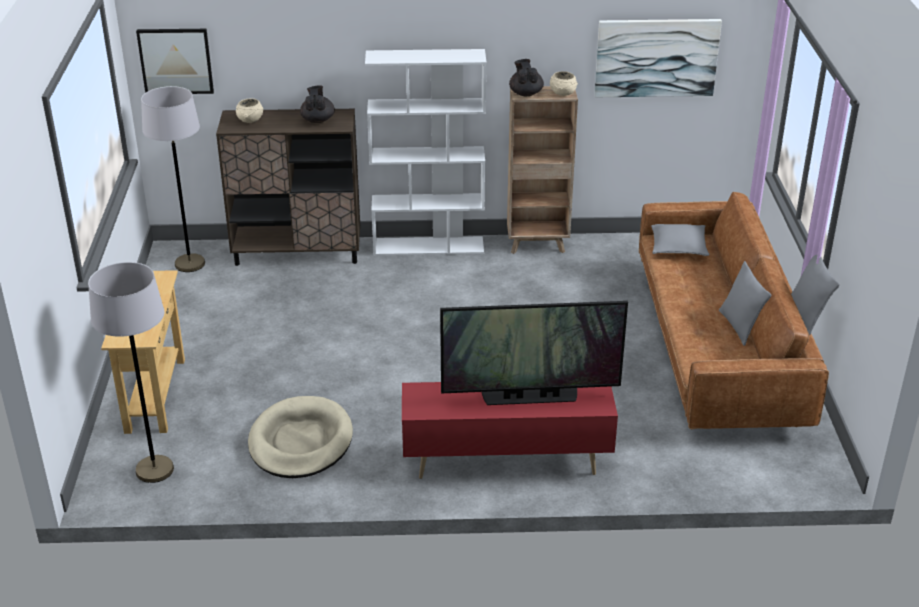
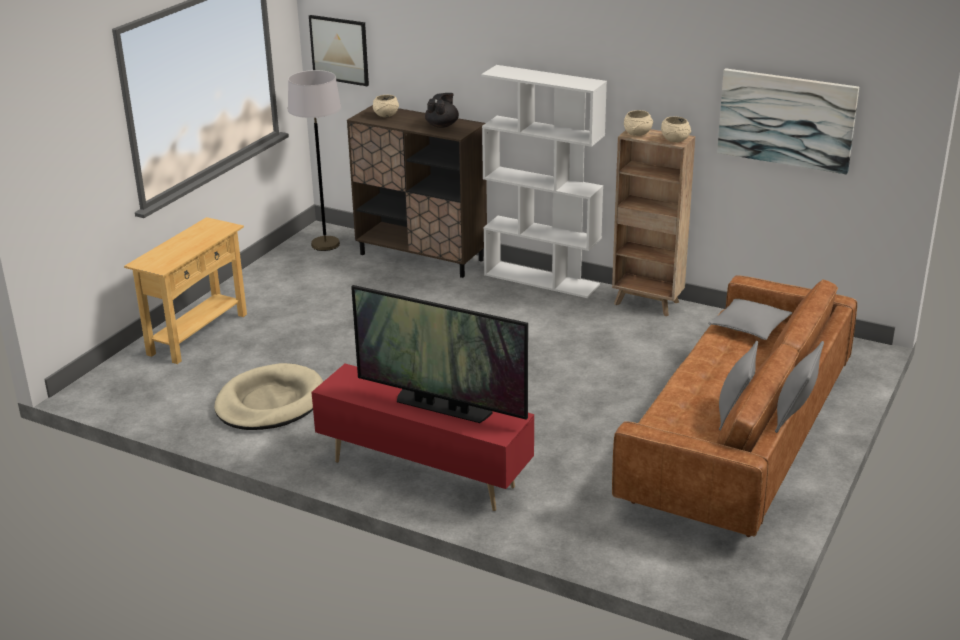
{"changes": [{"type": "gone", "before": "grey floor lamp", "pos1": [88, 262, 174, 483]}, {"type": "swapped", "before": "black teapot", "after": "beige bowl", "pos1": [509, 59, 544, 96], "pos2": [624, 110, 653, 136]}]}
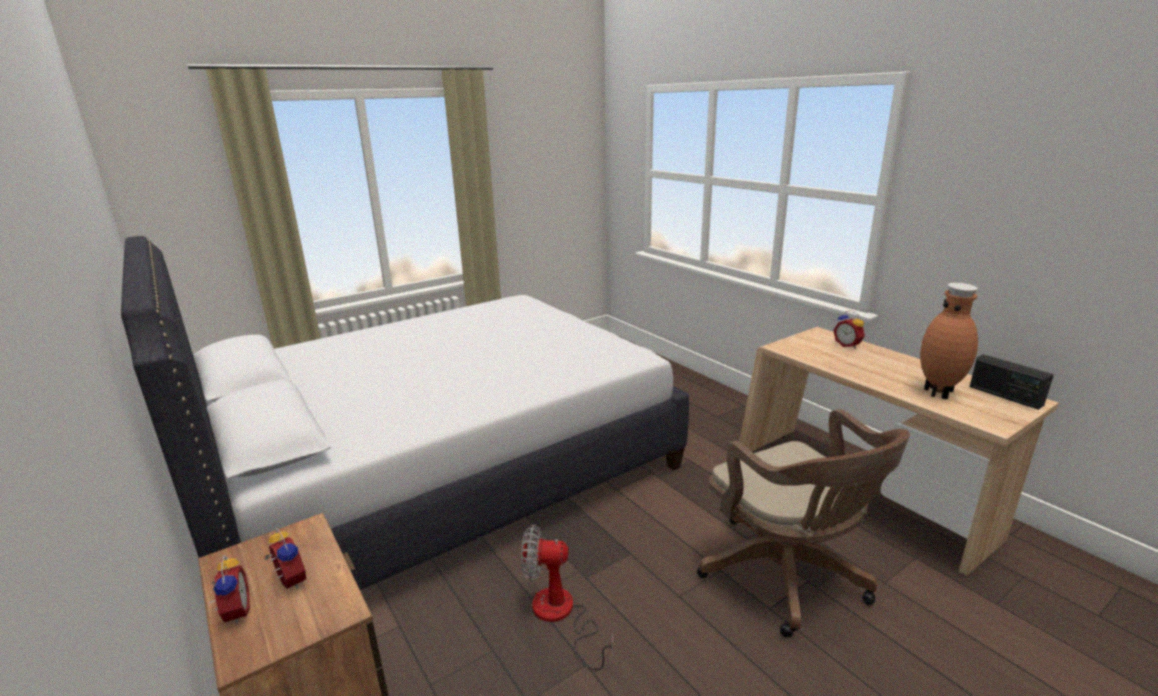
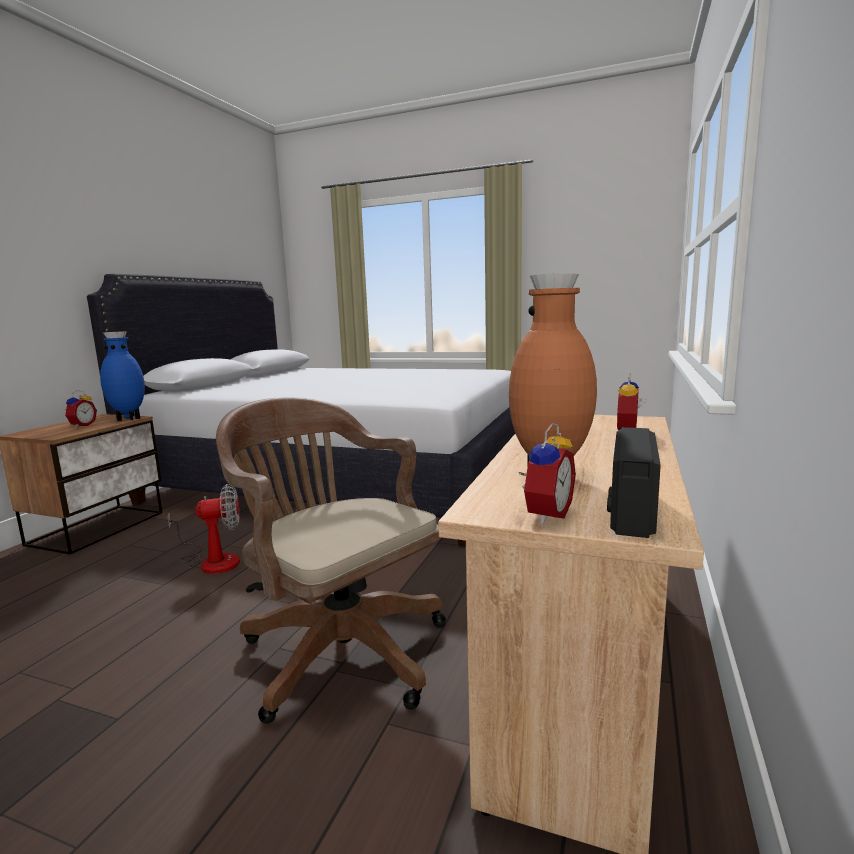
{"changes": [{"type": "shifted", "before": "alarm clock", "pos1": [210, 555, 250, 624], "pos2": [519, 423, 576, 525]}, {"type": "rotated", "before": "fan", "pos1": [521, 524, 613, 670], "pos2": [167, 484, 240, 574], "turn": 105}, {"type": "rotated", "before": "brown office chair", "pos1": [697, 409, 910, 638], "pos2": [216, 397, 446, 724], "turn": 105}, {"type": "new", "after": "blue vase", "pos2": [100, 331, 145, 421]}]}
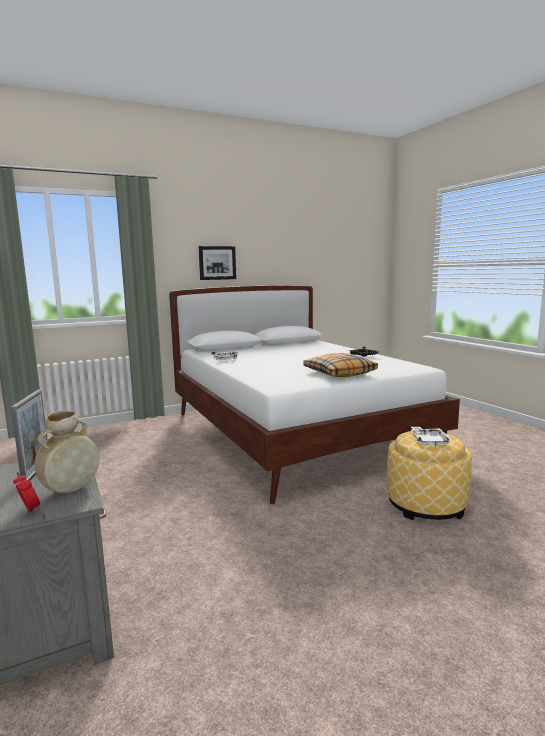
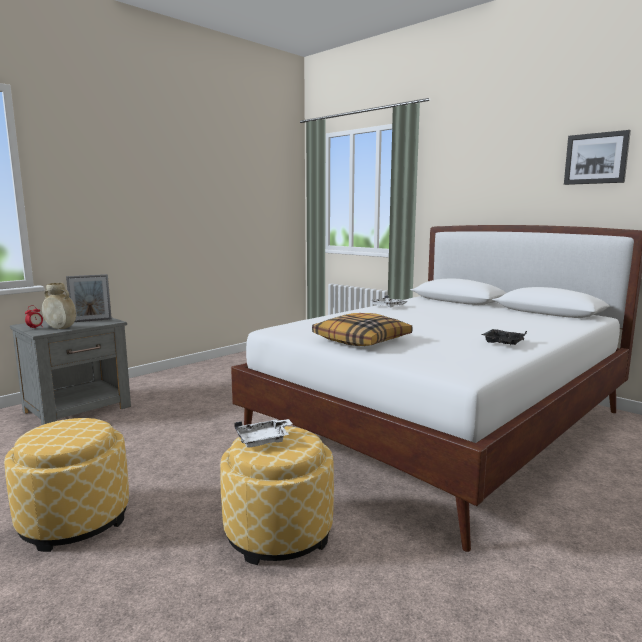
{"changes": [{"type": "shifted", "before": "picture", "pos1": [199, 246, 236, 280], "pos2": [564, 130, 631, 185]}, {"type": "new", "after": "ottoman", "pos2": [4, 418, 129, 552]}]}
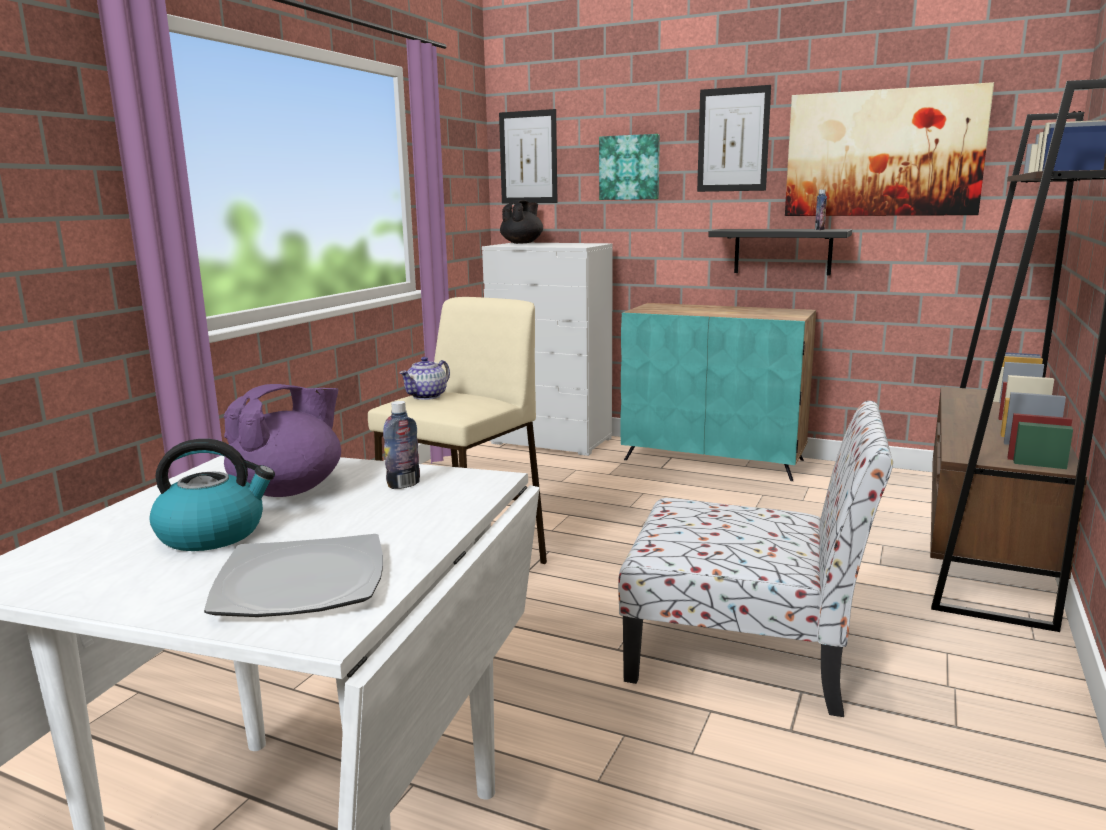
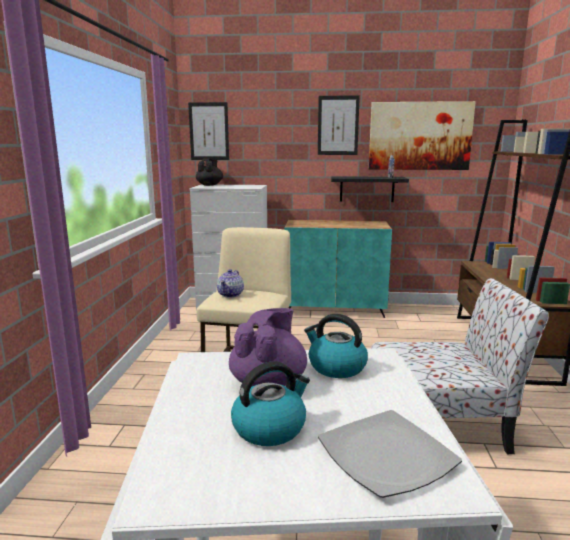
{"changes": [{"type": "swapped", "before": "bottle", "after": "kettle", "pos1": [383, 401, 420, 489], "pos2": [304, 314, 368, 378]}, {"type": "gone", "before": "picture", "pos1": [599, 134, 660, 200]}]}
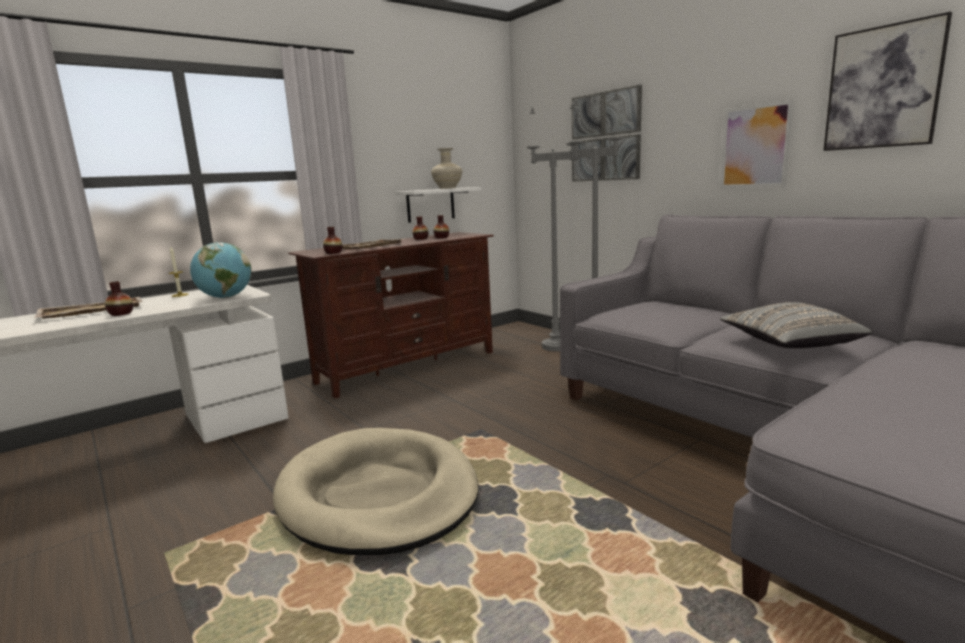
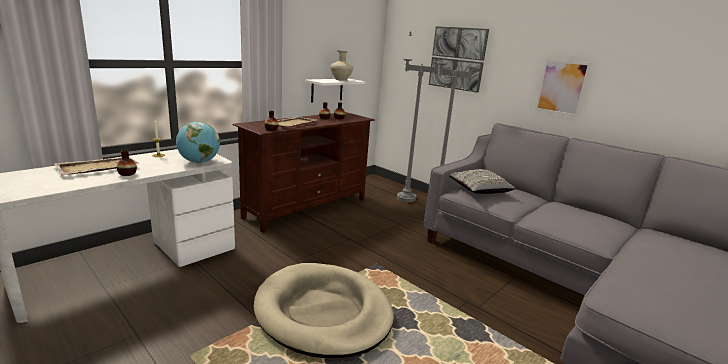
{"changes": [{"type": "shifted", "before": "grey pillow", "pos1": [720, 302, 872, 348], "pos2": [449, 169, 515, 194]}, {"type": "gone", "before": "picture", "pos1": [823, 11, 952, 151]}]}
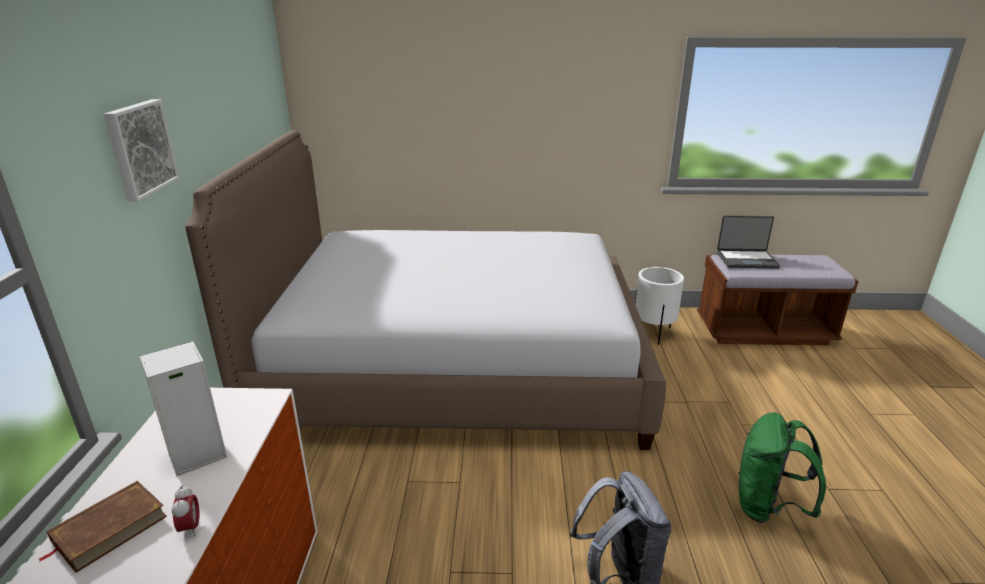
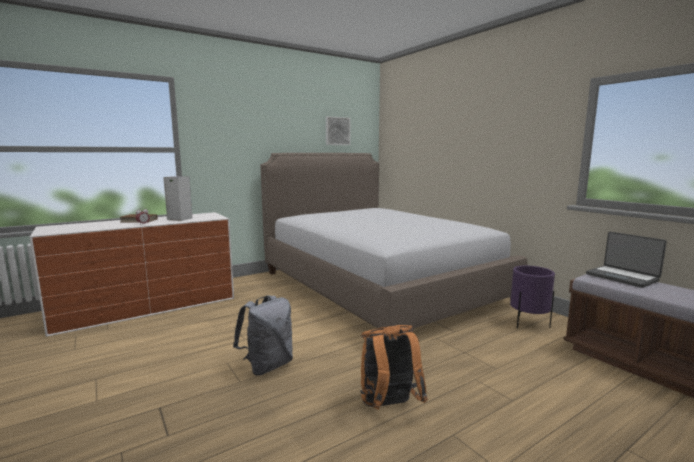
{"changes": [{"type": "shifted", "before": "picture", "pos1": [104, 99, 179, 202], "pos2": [326, 116, 350, 145]}, {"type": "repainted", "before": "white planter", "after": "purple planter", "pos1": [635, 267, 684, 345], "pos2": [510, 265, 555, 329]}, {"type": "repainted", "before": "green backpack", "after": "orange backpack", "pos1": [739, 412, 826, 523], "pos2": [360, 325, 428, 410]}]}
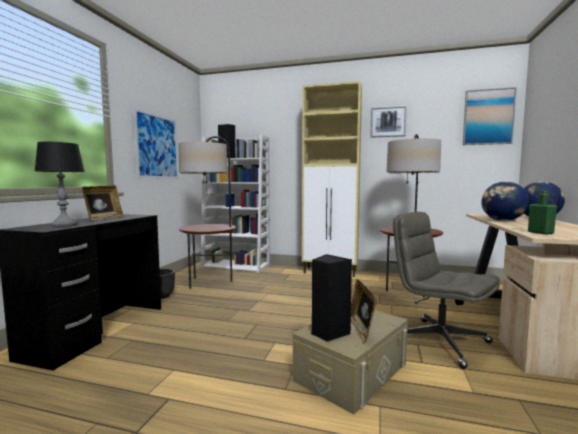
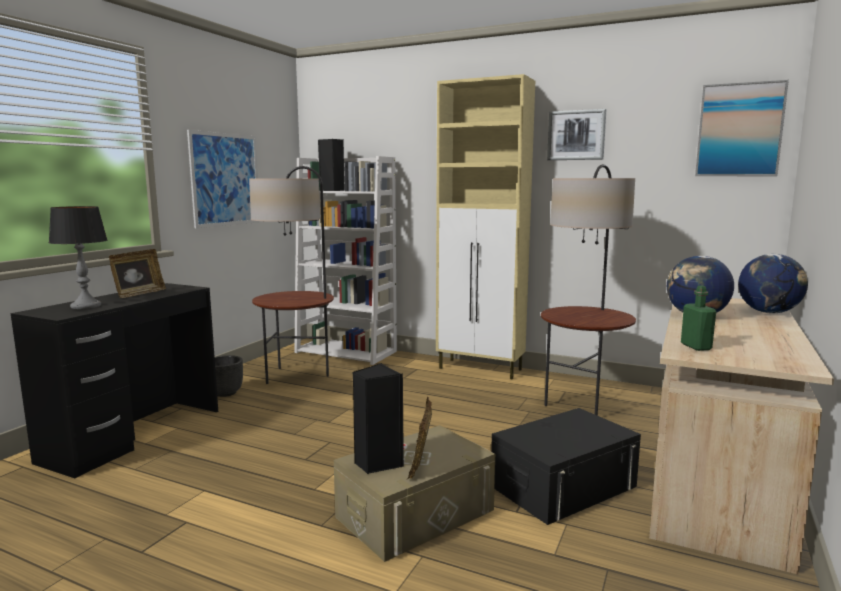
{"changes": [{"type": "swapped", "before": "grey office chair", "after": "black storage box", "pos1": [393, 212, 500, 369], "pos2": [491, 408, 641, 525]}]}
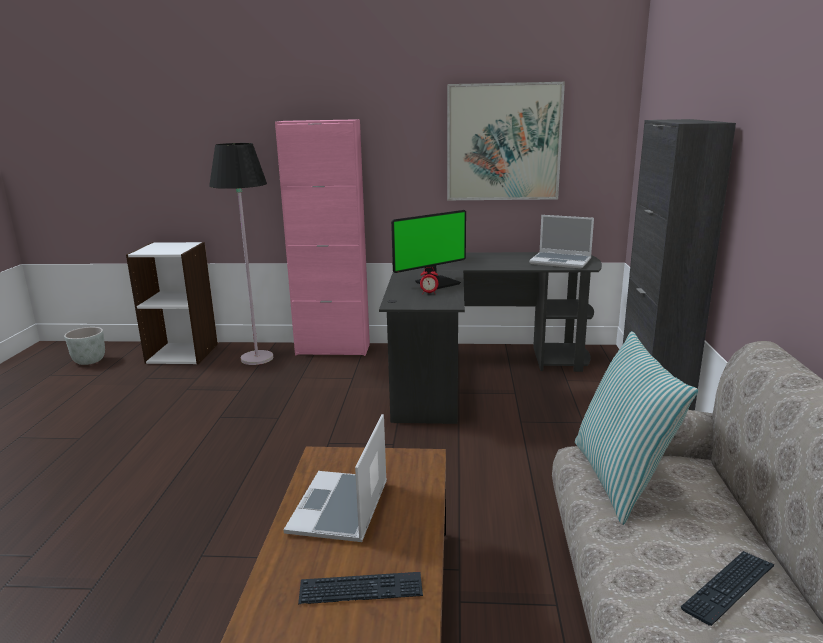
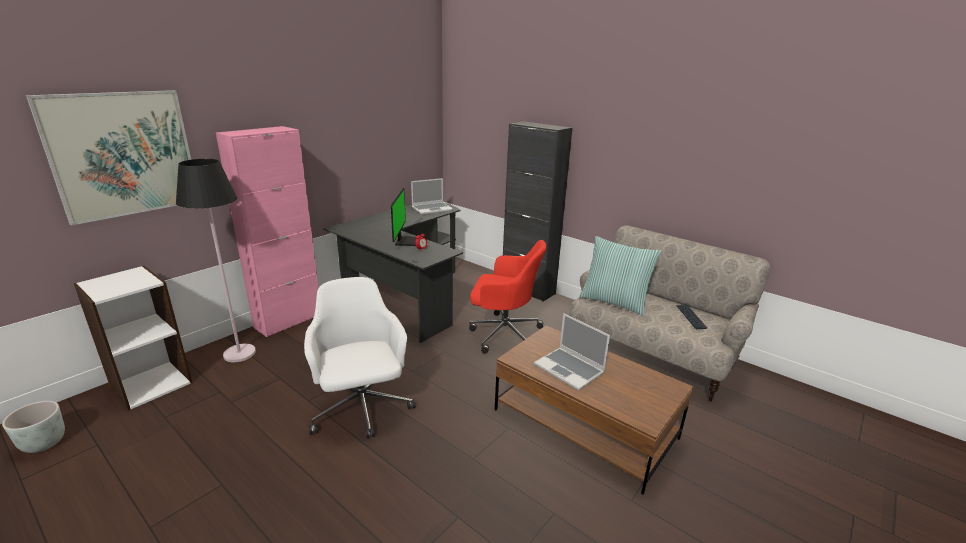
{"changes": [{"type": "gone", "before": "keyboard", "pos1": [298, 572, 423, 604]}, {"type": "shifted", "before": "picture", "pos1": [447, 82, 565, 200], "pos2": [26, 90, 191, 225]}, {"type": "new", "after": "white office chair", "pos2": [304, 277, 416, 438]}, {"type": "new", "after": "red office chair", "pos2": [469, 240, 546, 354]}]}
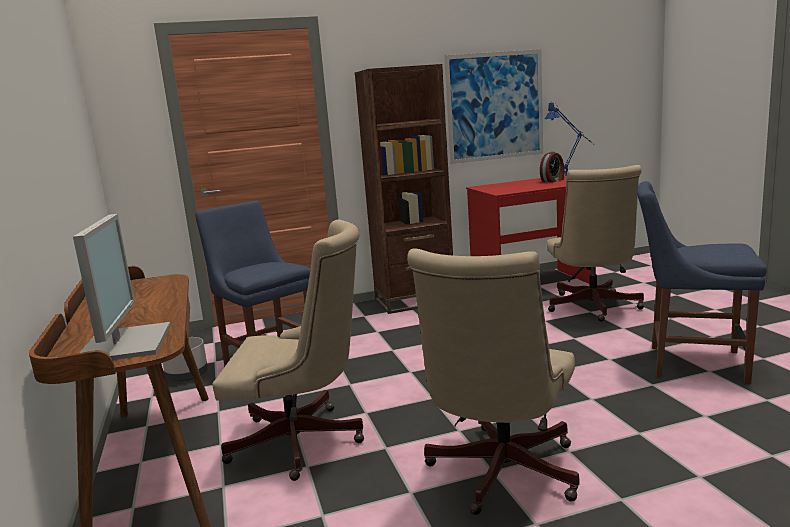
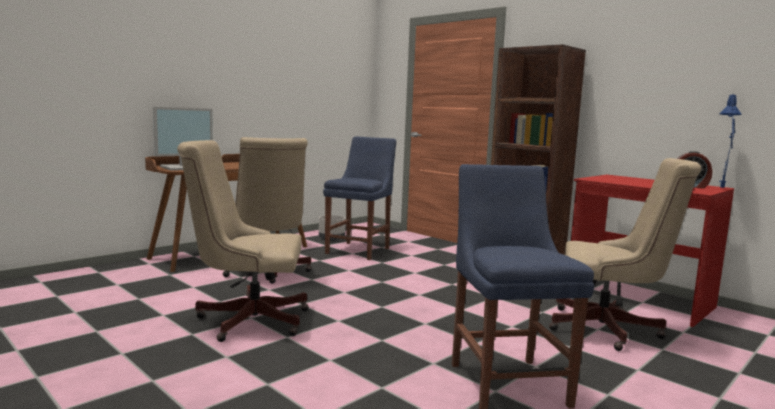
{"changes": [{"type": "gone", "before": "picture", "pos1": [444, 49, 543, 164]}, {"type": "rotated", "before": "beige office chair", "pos1": [547, 165, 644, 322], "pos2": [549, 158, 702, 351], "turn": -135}]}
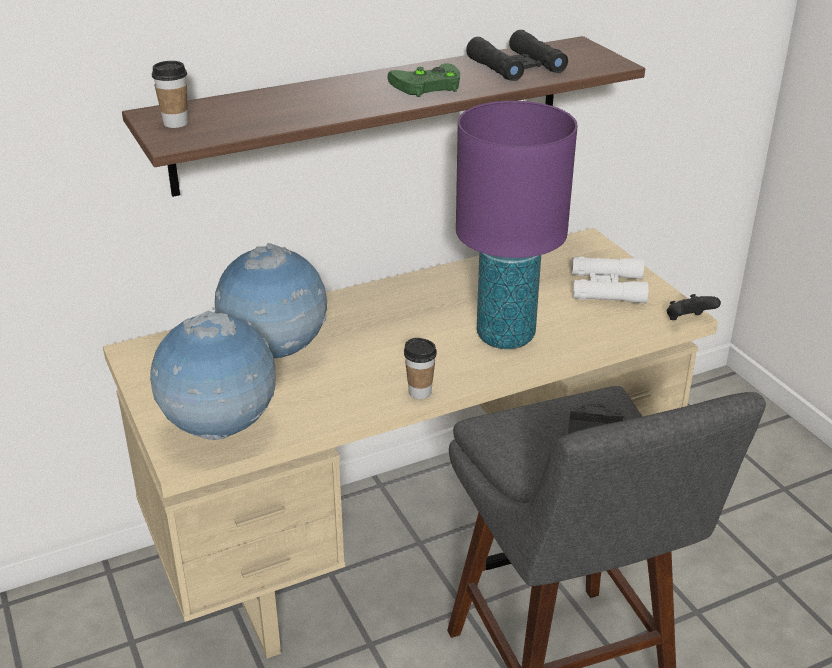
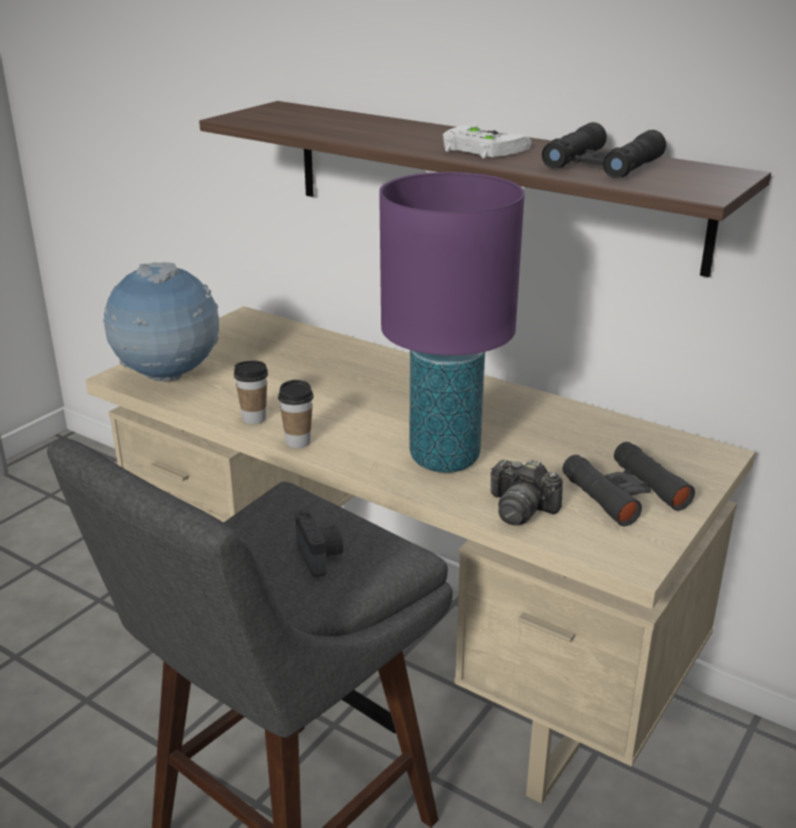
{"changes": [{"type": "shifted", "before": "cup", "pos1": [152, 61, 188, 128], "pos2": [234, 361, 268, 424]}, {"type": "gone", "before": "globe", "pos1": [213, 243, 327, 358]}, {"type": "repainted", "before": "green game controller", "after": "white game controller", "pos1": [388, 63, 460, 97], "pos2": [443, 124, 531, 159]}, {"type": "repainted", "before": "white binoculars", "after": "black binoculars", "pos1": [572, 256, 649, 303], "pos2": [562, 442, 695, 526]}, {"type": "gone", "before": "black game controller", "pos1": [667, 294, 721, 320]}, {"type": "new", "after": "photo camera", "pos2": [490, 459, 563, 526]}]}
